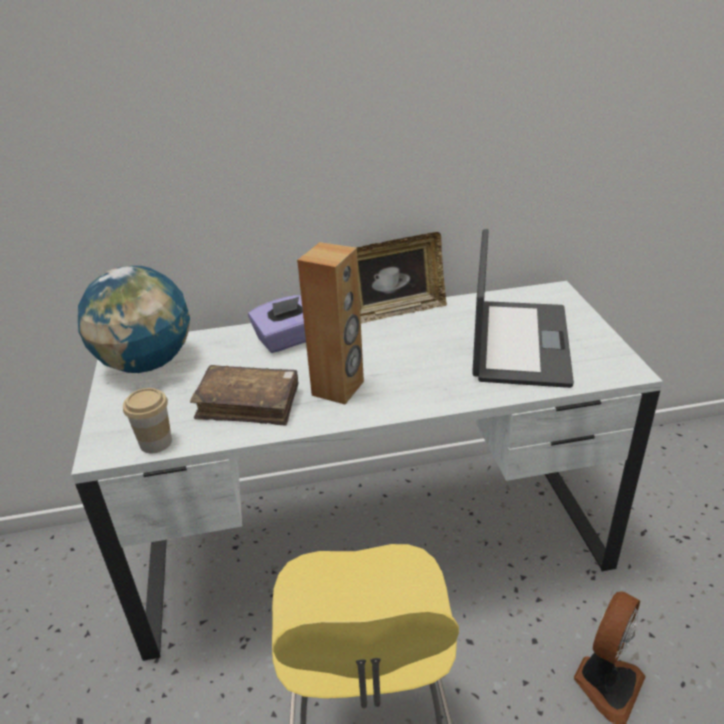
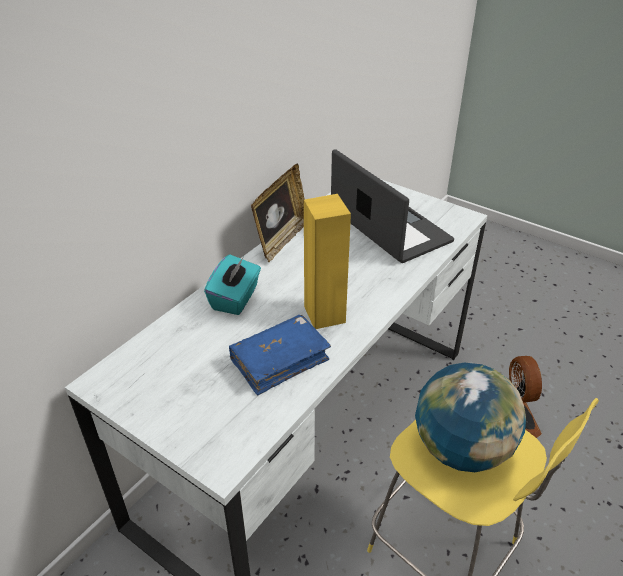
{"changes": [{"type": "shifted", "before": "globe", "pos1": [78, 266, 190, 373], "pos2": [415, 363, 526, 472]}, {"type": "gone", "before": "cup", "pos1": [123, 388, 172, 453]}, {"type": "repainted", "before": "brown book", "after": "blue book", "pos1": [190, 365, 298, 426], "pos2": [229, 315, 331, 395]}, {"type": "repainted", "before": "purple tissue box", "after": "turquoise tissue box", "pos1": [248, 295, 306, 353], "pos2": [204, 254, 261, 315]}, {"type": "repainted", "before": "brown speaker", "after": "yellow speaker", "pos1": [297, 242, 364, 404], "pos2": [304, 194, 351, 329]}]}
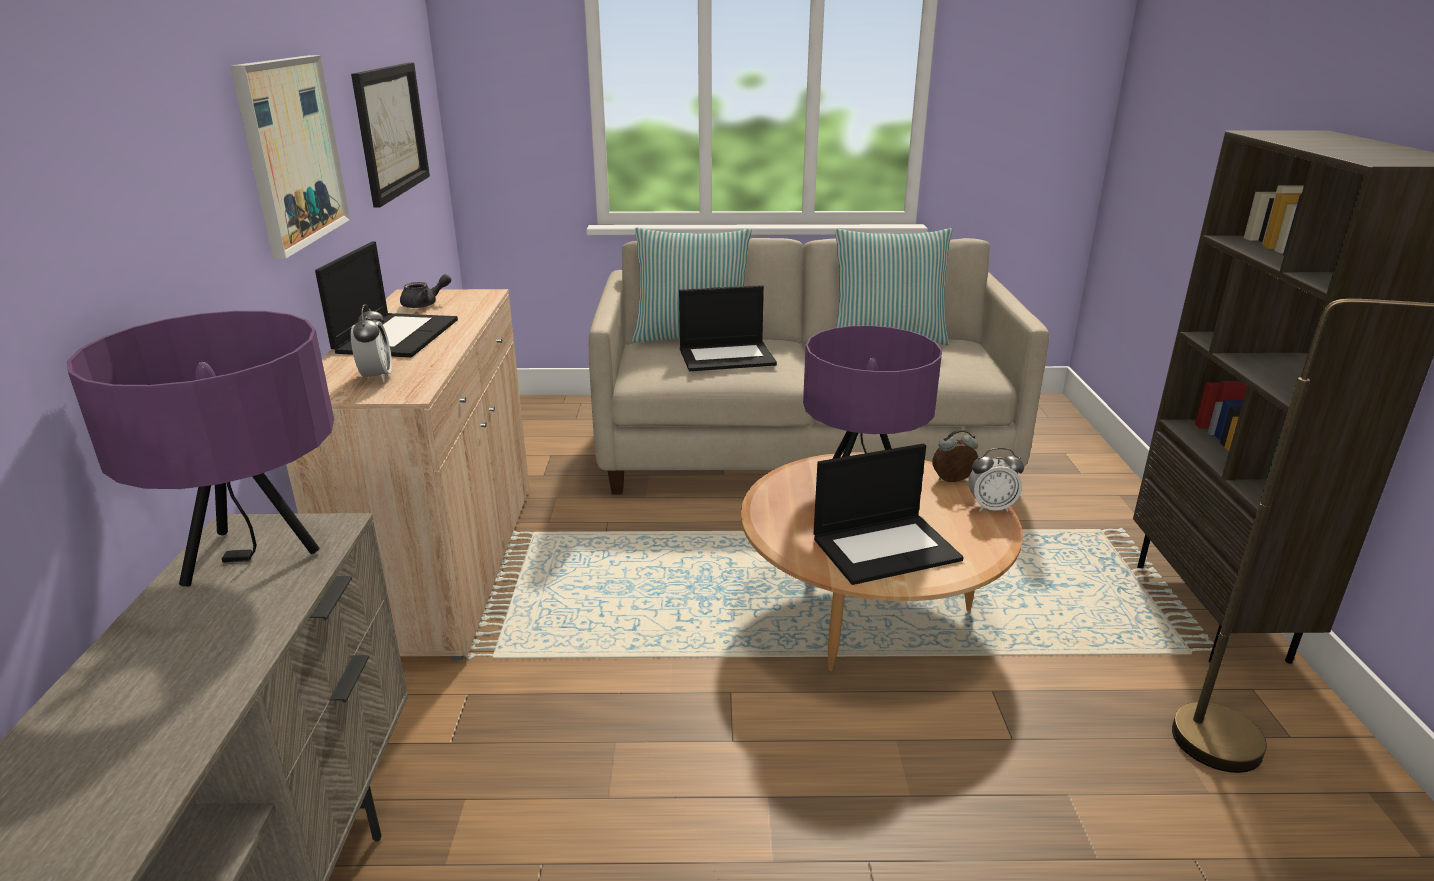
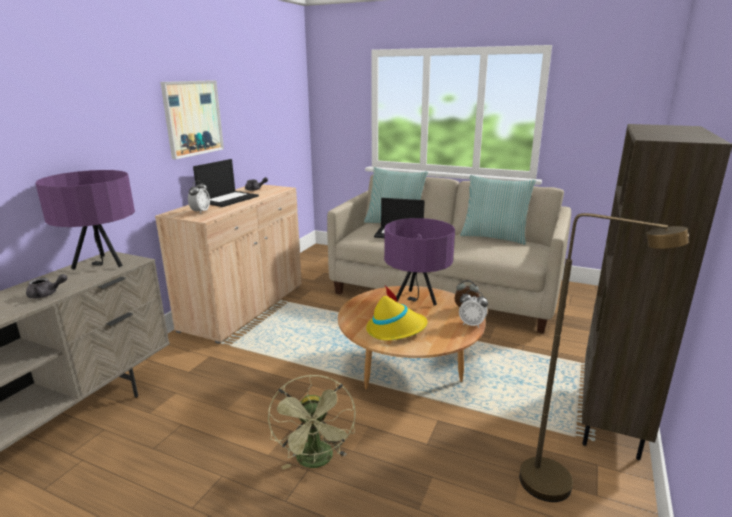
{"changes": [{"type": "gone", "before": "picture", "pos1": [351, 63, 430, 208]}, {"type": "swapped", "before": "laptop", "after": "yellow hat", "pos1": [814, 444, 964, 585], "pos2": [366, 286, 428, 340]}, {"type": "new", "after": "grey teapot", "pos2": [26, 274, 67, 298]}, {"type": "new", "after": "green fan", "pos2": [268, 374, 356, 469]}]}
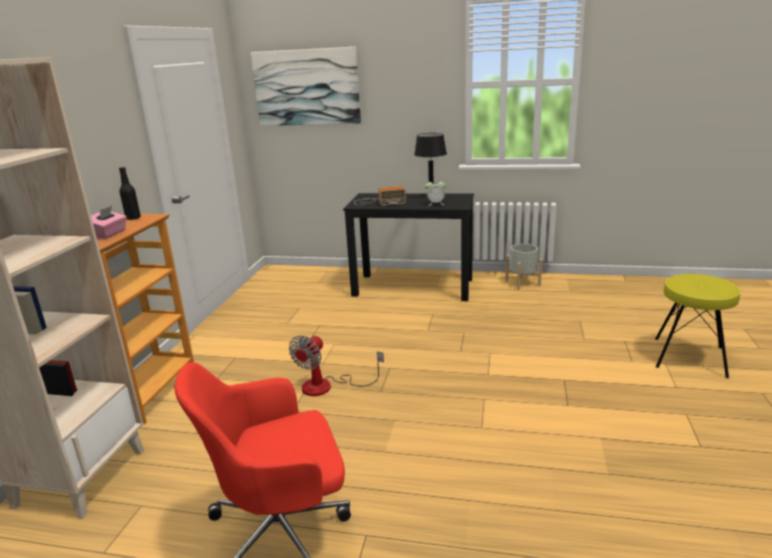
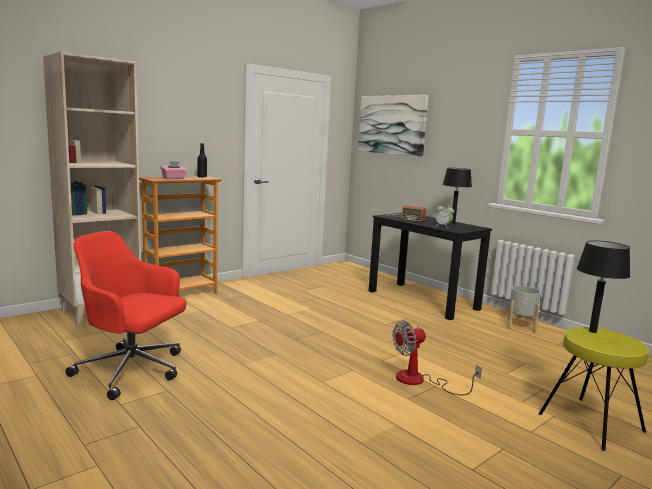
{"changes": [{"type": "shifted", "before": "fan", "pos1": [289, 335, 384, 396], "pos2": [392, 320, 482, 395]}, {"type": "new", "after": "black table lamp", "pos2": [577, 240, 630, 333]}]}
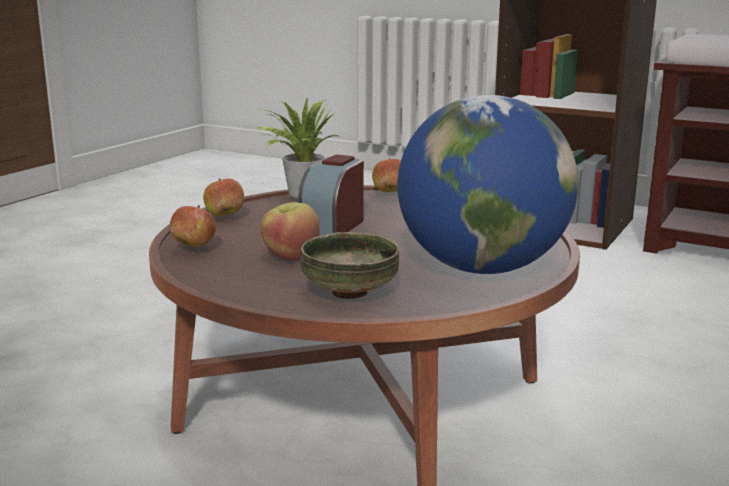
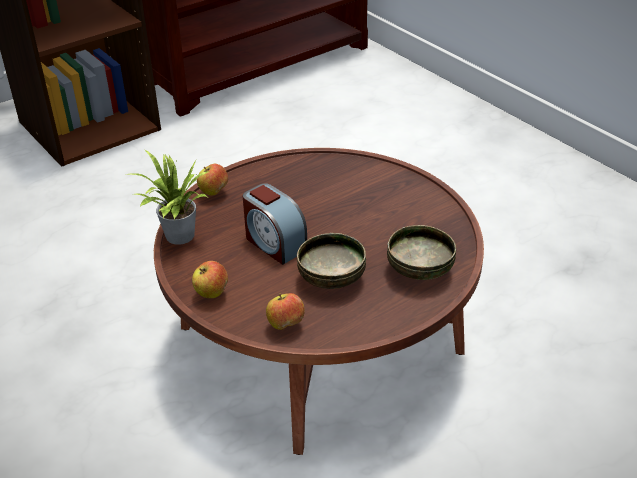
{"changes": [{"type": "swapped", "before": "apple", "after": "bowl", "pos1": [260, 202, 320, 261], "pos2": [297, 233, 366, 289]}, {"type": "gone", "before": "globe", "pos1": [398, 95, 578, 274]}]}
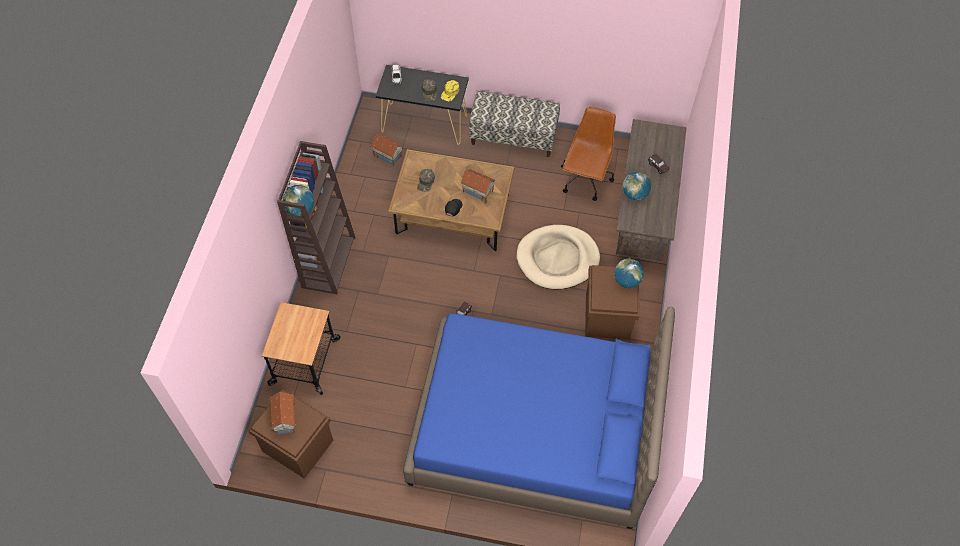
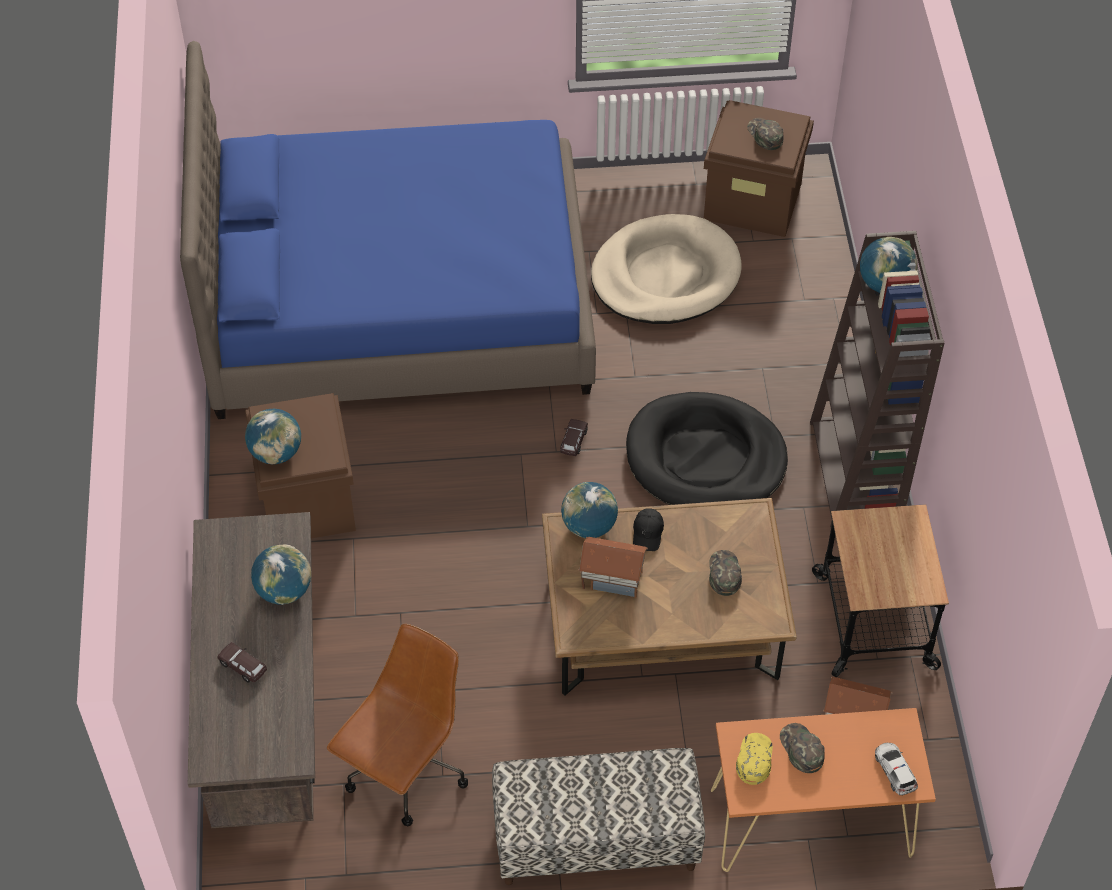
{"changes": [{"type": "shifted", "before": "cart", "pos1": [262, 302, 340, 395], "pos2": [812, 504, 949, 677]}, {"type": "swapped", "before": "toy house", "after": "green cap", "pos1": [269, 392, 296, 435], "pos2": [747, 118, 784, 150]}, {"type": "repainted", "before": "black console table", "after": "orange console table", "pos1": [376, 65, 469, 145], "pos2": [711, 708, 936, 872]}, {"type": "shifted", "before": "beige dog bed", "pos1": [517, 225, 600, 289], "pos2": [591, 214, 742, 324]}, {"type": "rotated", "before": "brown office chair", "pos1": [561, 107, 616, 201], "pos2": [327, 624, 468, 826], "turn": -150}, {"type": "new", "after": "globe", "pos2": [561, 482, 618, 538]}, {"type": "new", "after": "black dog bed", "pos2": [626, 392, 788, 505]}]}
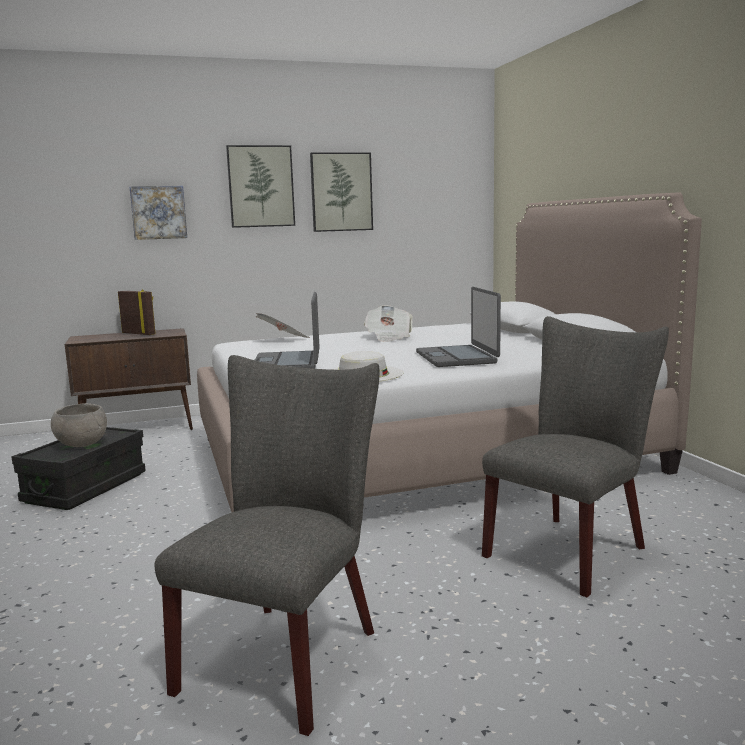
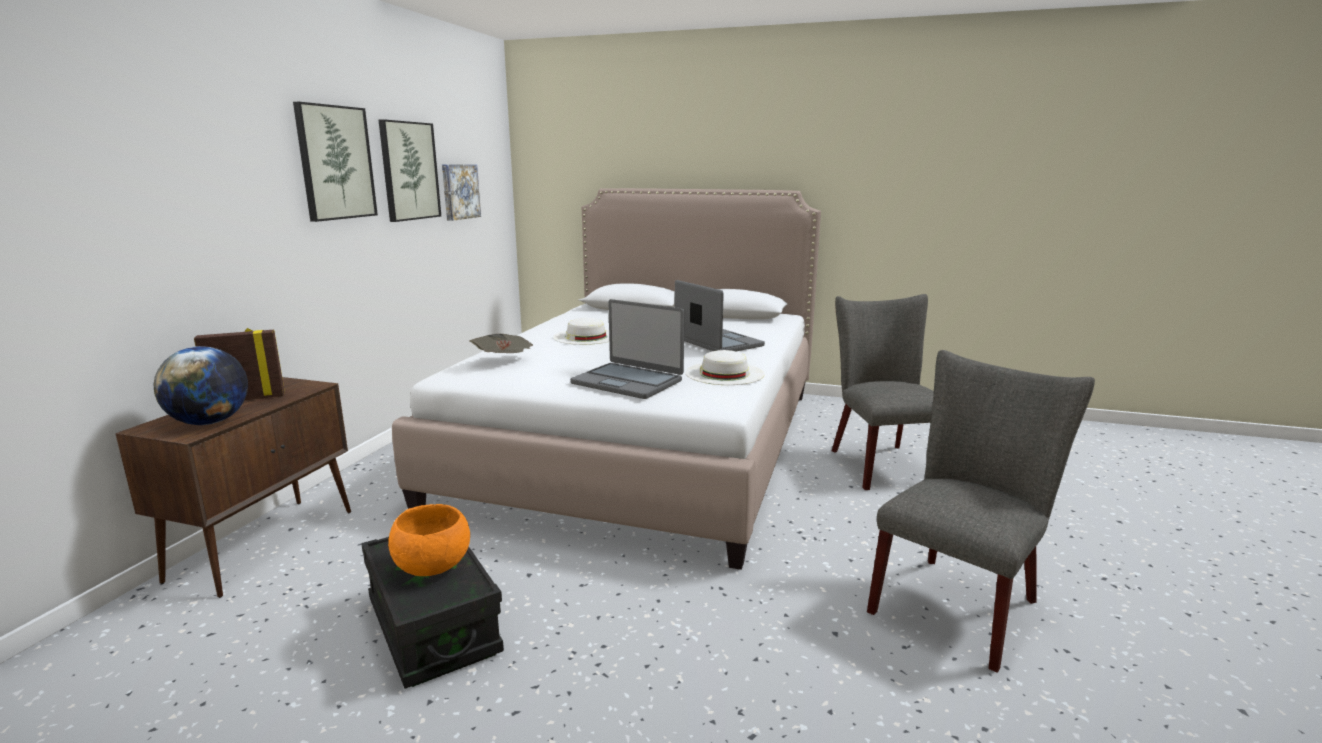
{"changes": [{"type": "repainted", "before": "grey bowl", "after": "orange bowl", "pos1": [51, 403, 107, 447], "pos2": [388, 504, 470, 576]}, {"type": "shifted", "before": "picture", "pos1": [130, 186, 187, 240], "pos2": [442, 164, 481, 221]}, {"type": "rotated", "before": "grey chair", "pos1": [155, 355, 380, 736], "pos2": [867, 350, 1095, 673], "turn": 75}, {"type": "swapped", "before": "newspaper", "after": "white hat", "pos1": [364, 305, 413, 342], "pos2": [553, 318, 609, 345]}, {"type": "rotated", "before": "laptop", "pos1": [416, 287, 501, 367], "pos2": [675, 280, 765, 351], "turn": -150}, {"type": "new", "after": "globe", "pos2": [153, 346, 248, 425]}]}
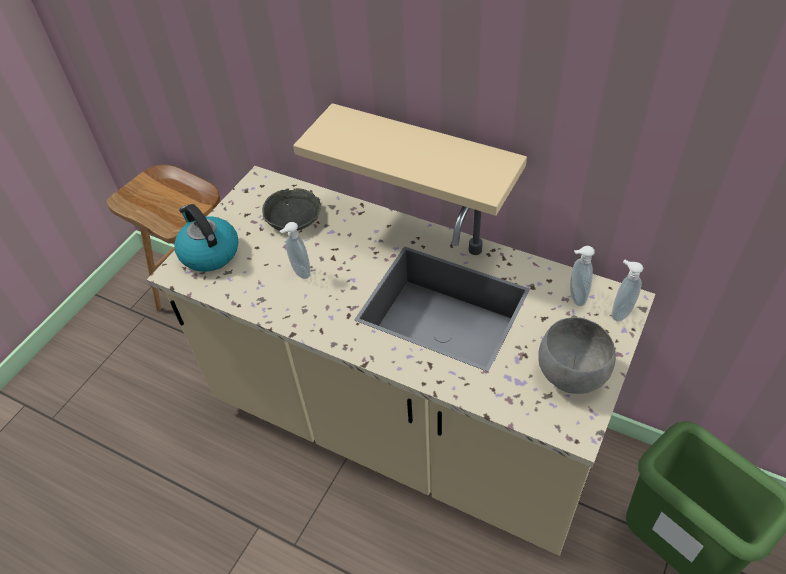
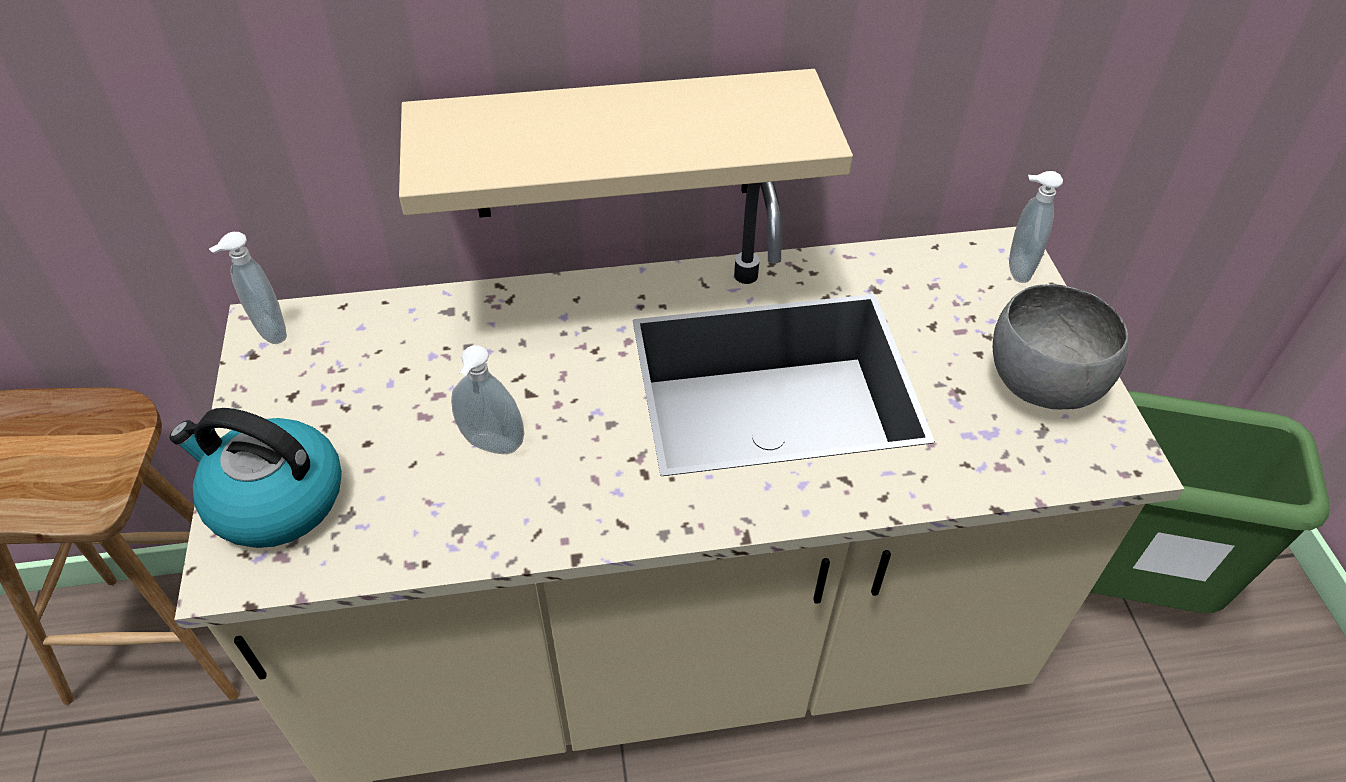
{"changes": [{"type": "gone", "before": "grey bowl", "pos1": [262, 188, 321, 231]}, {"type": "shifted", "before": "soap dispenser", "pos1": [570, 246, 595, 306], "pos2": [209, 232, 287, 344]}]}
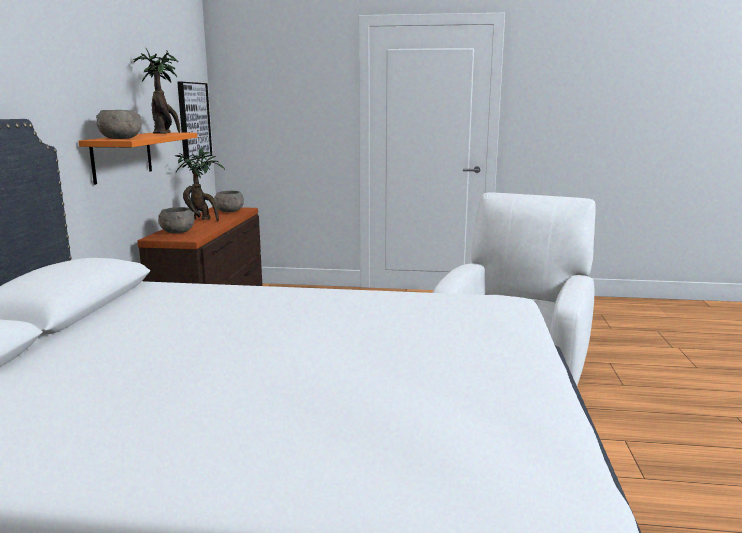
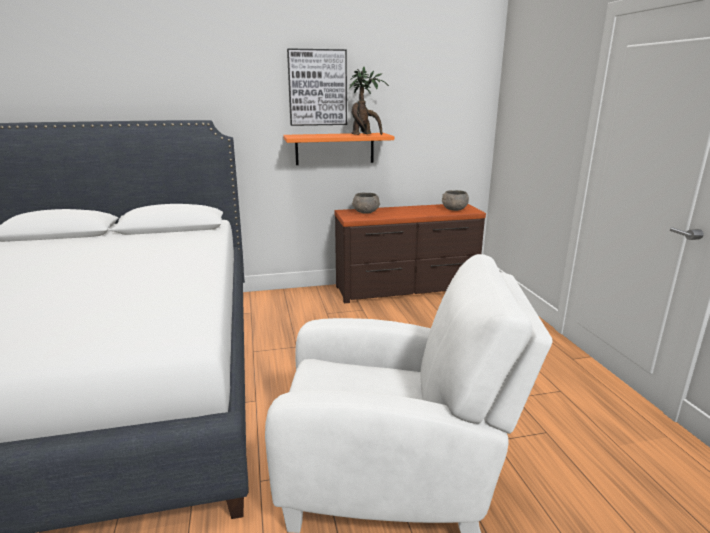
{"changes": [{"type": "gone", "before": "grey bowl", "pos1": [96, 110, 142, 139]}, {"type": "gone", "before": "potted plant", "pos1": [175, 148, 225, 221]}, {"type": "shifted", "before": "picture", "pos1": [177, 82, 212, 161], "pos2": [287, 48, 347, 126]}]}
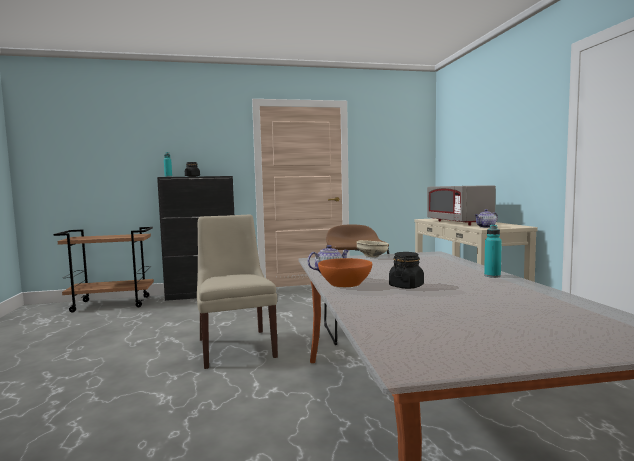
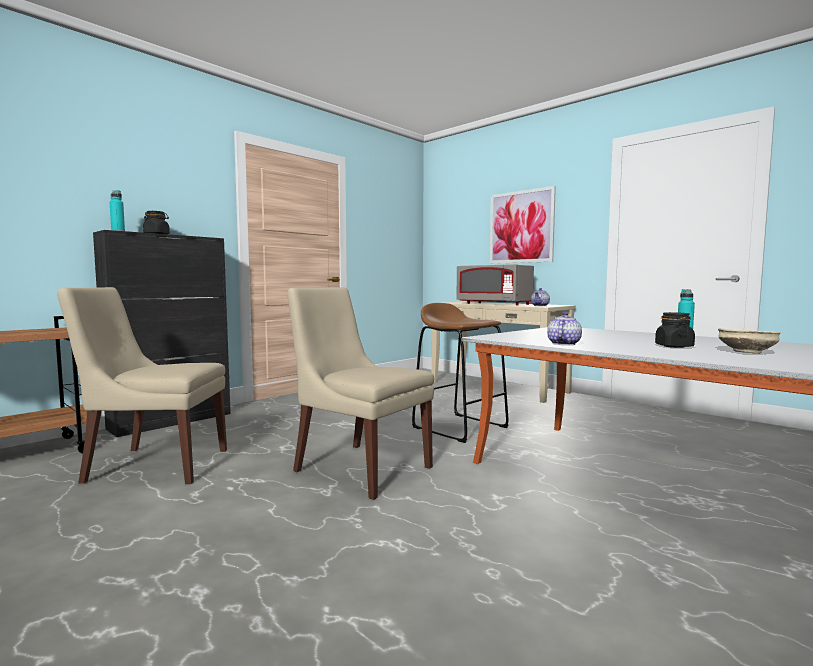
{"changes": [{"type": "gone", "before": "orange bowl", "pos1": [318, 258, 372, 287]}, {"type": "shifted", "before": "beige bowl", "pos1": [356, 240, 389, 257], "pos2": [718, 328, 781, 354]}, {"type": "new", "after": "beige chair", "pos2": [57, 287, 227, 484]}, {"type": "new", "after": "picture", "pos2": [490, 186, 556, 264]}]}
